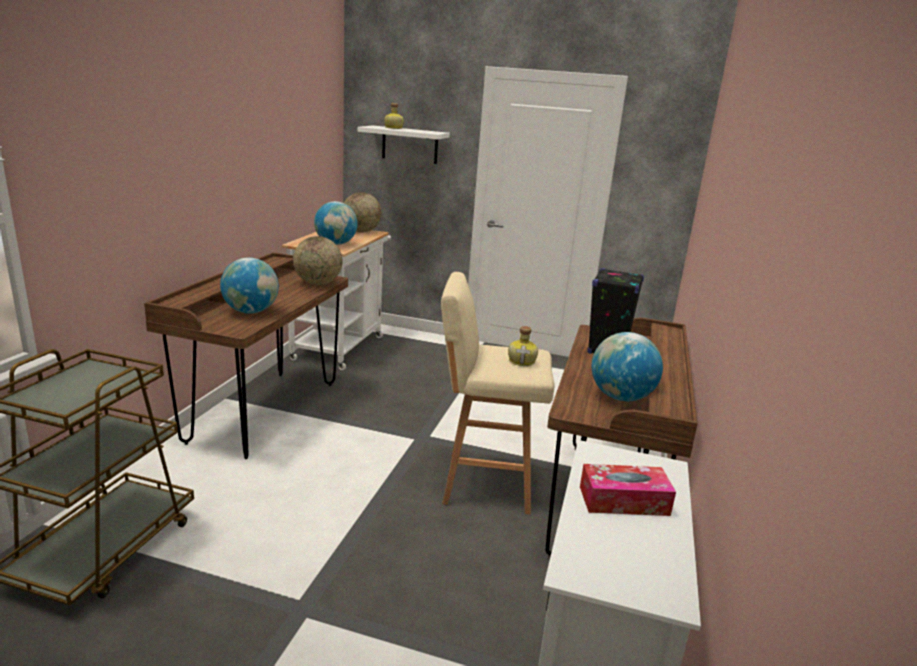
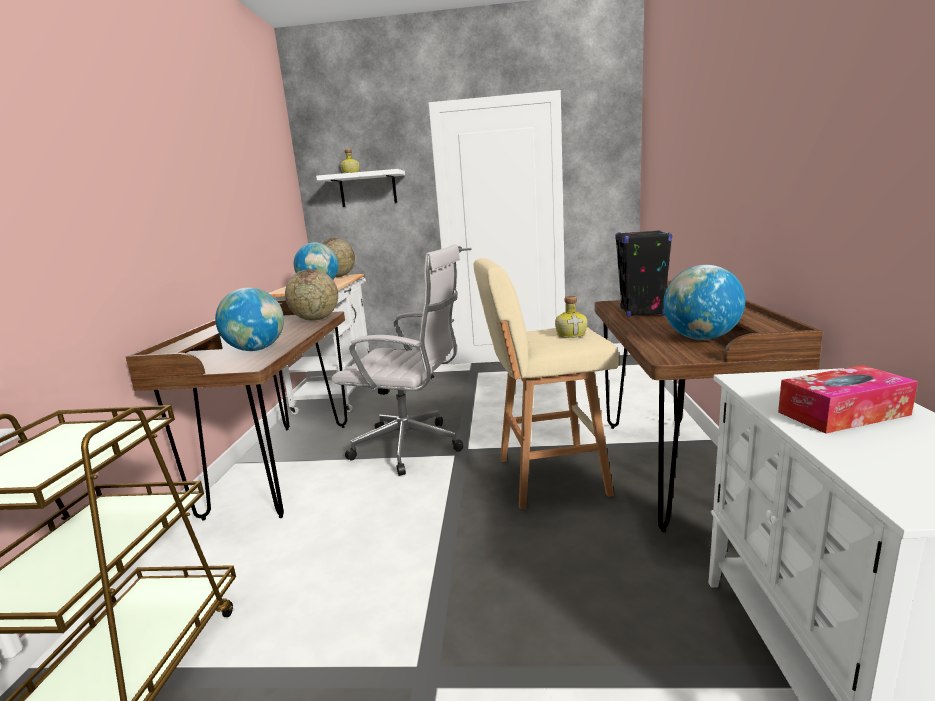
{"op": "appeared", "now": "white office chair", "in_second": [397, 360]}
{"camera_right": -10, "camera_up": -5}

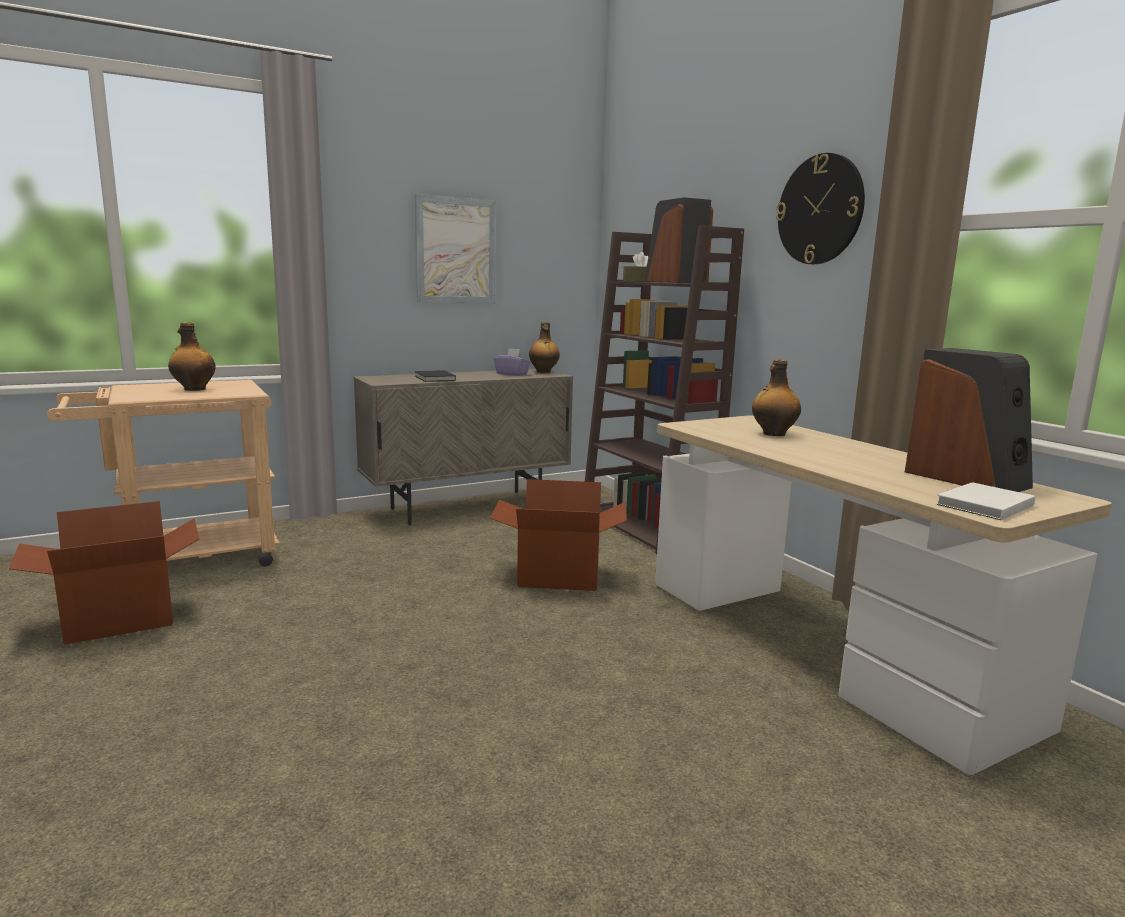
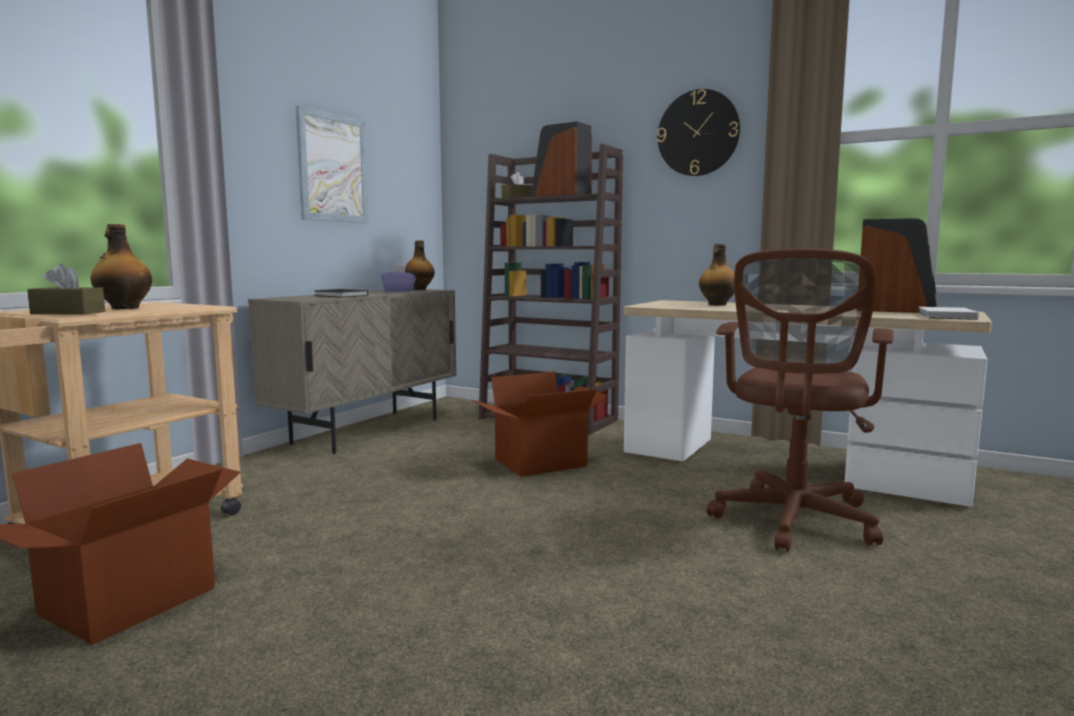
{"op": "appeared", "now": "brown tissue box", "in_second": [66, 289]}
{"op": "appeared", "now": "brown office chair", "in_second": [800, 400]}
{"camera_right": -30, "camera_up": -5}

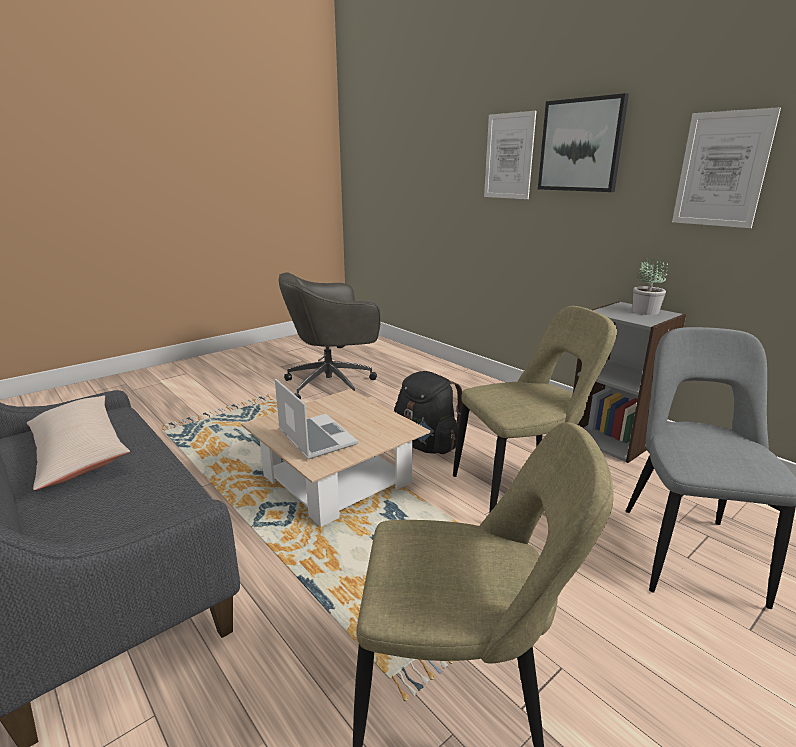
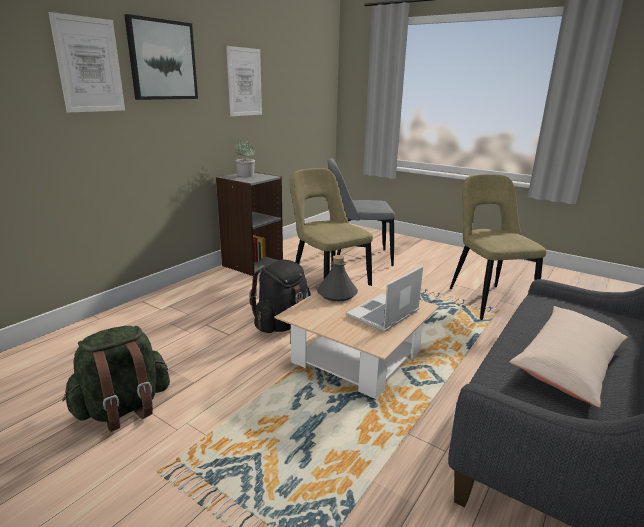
{"op": "exchanged", "was": "grey office chair", "now": "green backpack", "in_first": [329, 336], "in_second": [116, 379]}
{"op": "appeared", "now": "grey bottle", "in_second": [337, 278]}
{"camera_right": -105, "camera_up": 0}

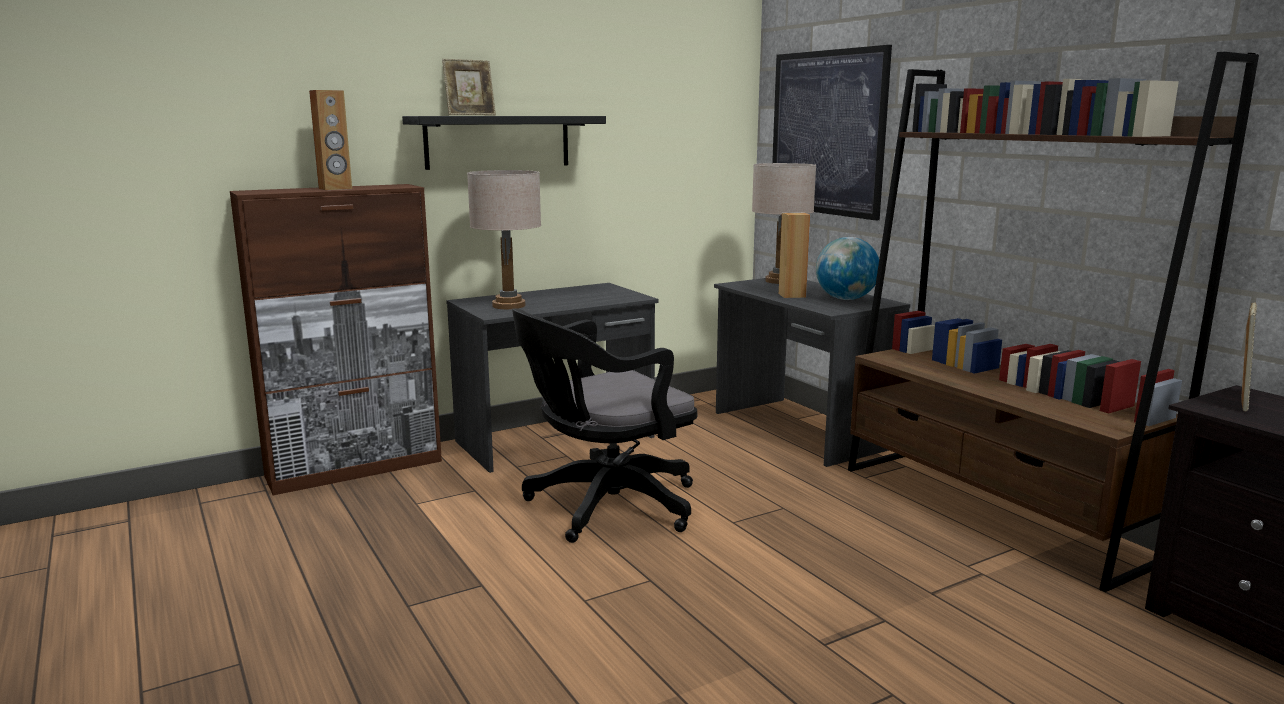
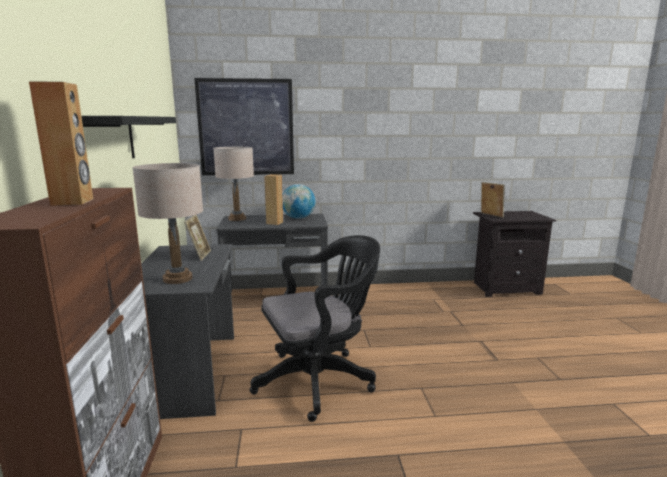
{"op": "relocated", "was": "picture frame", "in_first": [469, 87], "in_second": [197, 238]}
{"op": "spun", "was": "black office chair", "in_first": [604, 425], "in_second": [315, 328], "clockwise": -105}
{"op": "missing", "was": "brown bookcase", "in_first": [1053, 322]}
{"camera_right": -65, "camera_up": 0}

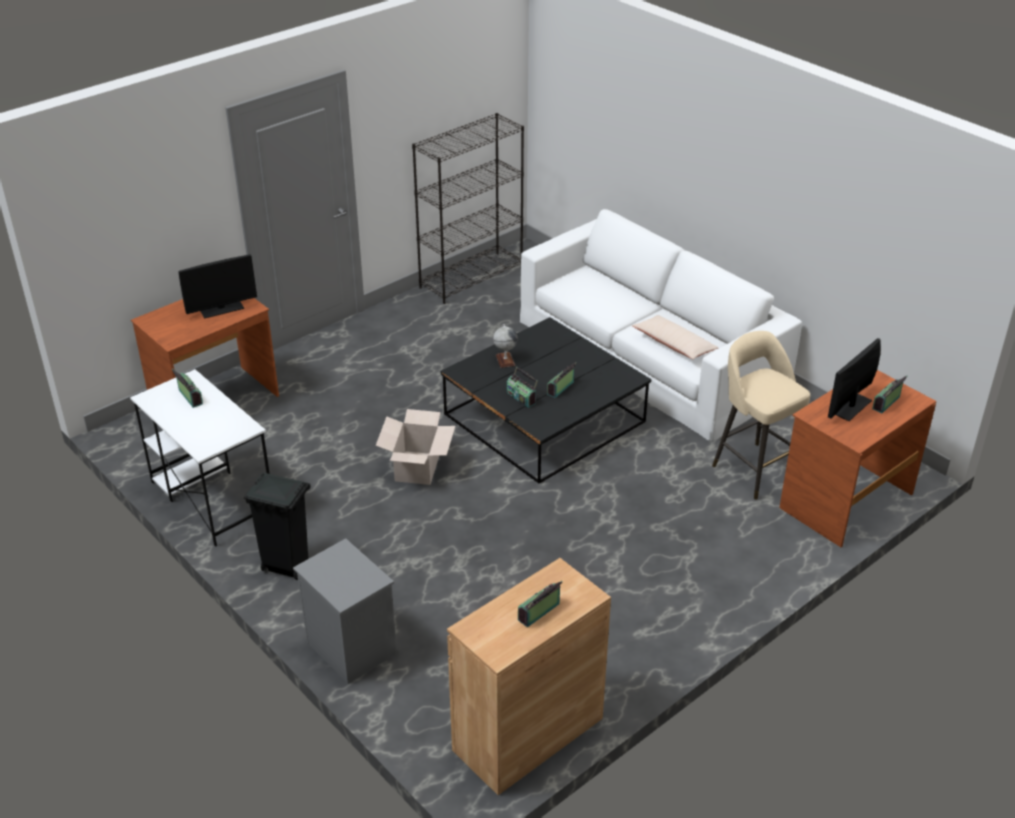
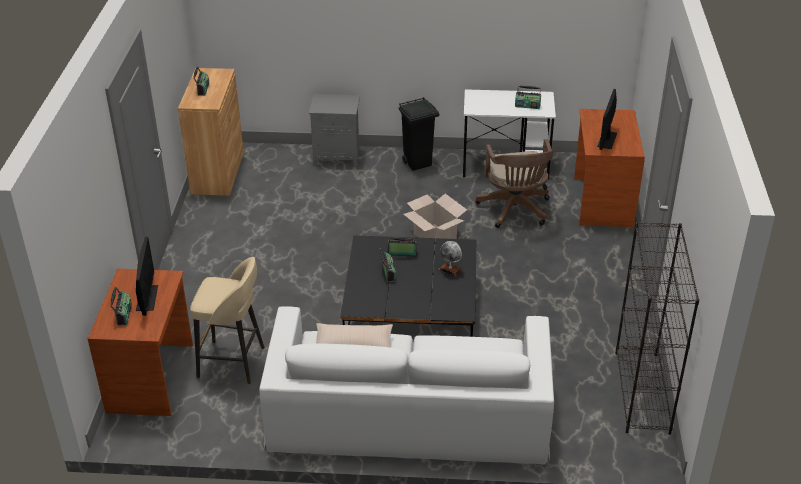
{"op": "appeared", "now": "brown office chair", "in_second": [514, 183]}
{"camera_right": 135, "camera_up": 0}

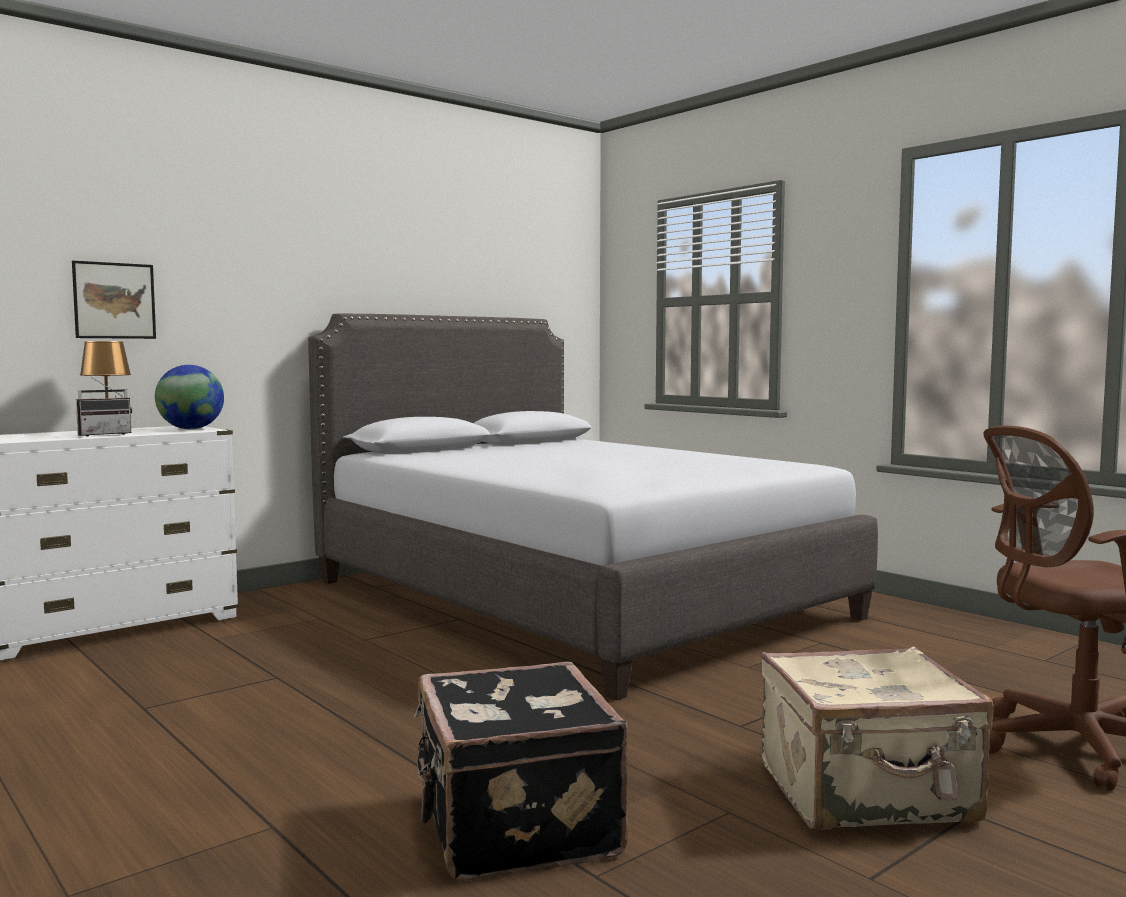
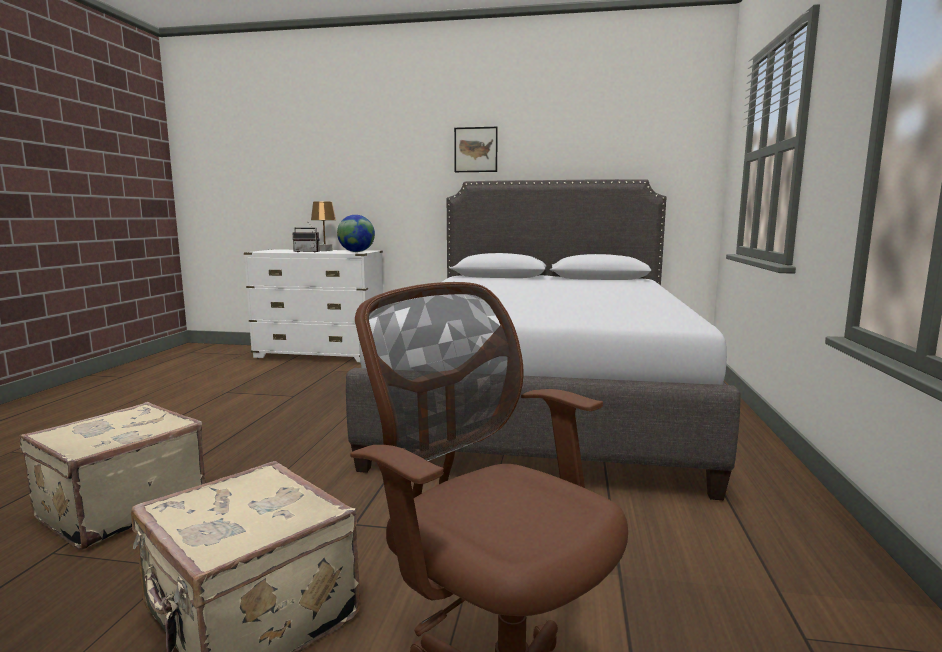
{"op": "relocated", "was": "picture", "in_first": [114, 300], "in_second": [476, 149]}
{"op": "colour", "was": "black suitcase", "now": "beige suitcase", "in_first": [521, 771], "in_second": [112, 476]}
{"camera_right": 50, "camera_up": 5}

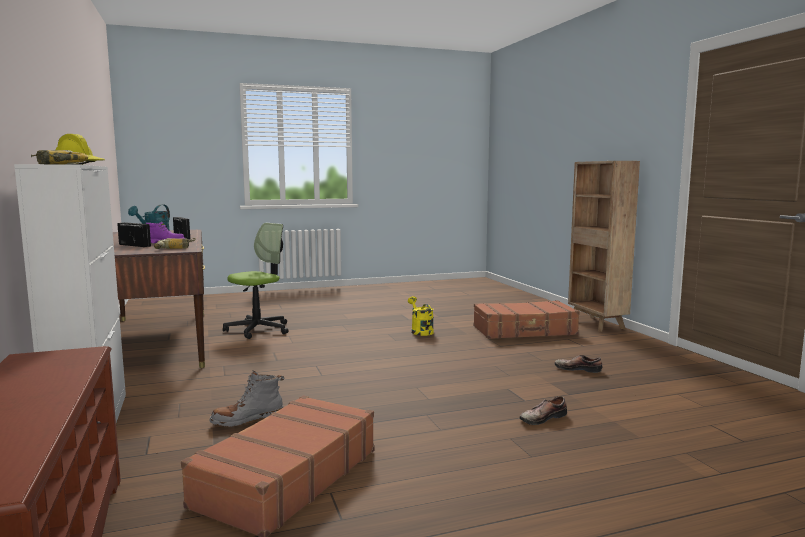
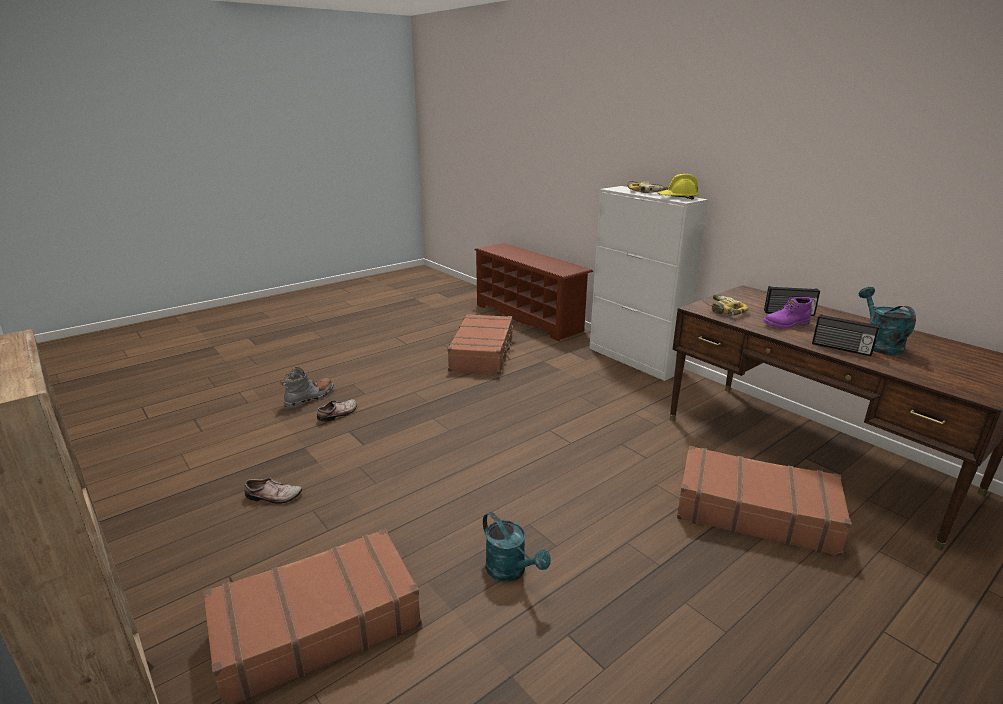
{"op": "relocated", "was": "grey boot", "in_first": [246, 398], "in_second": [307, 387]}
{"op": "exchanged", "was": "office chair", "now": "brown suitcase", "in_first": [255, 281], "in_second": [764, 501]}
{"op": "colour", "was": "yellow watering can", "now": "turquoise watering can", "in_first": [421, 316], "in_second": [517, 547]}
{"camera_right": 160, "camera_up": 15}

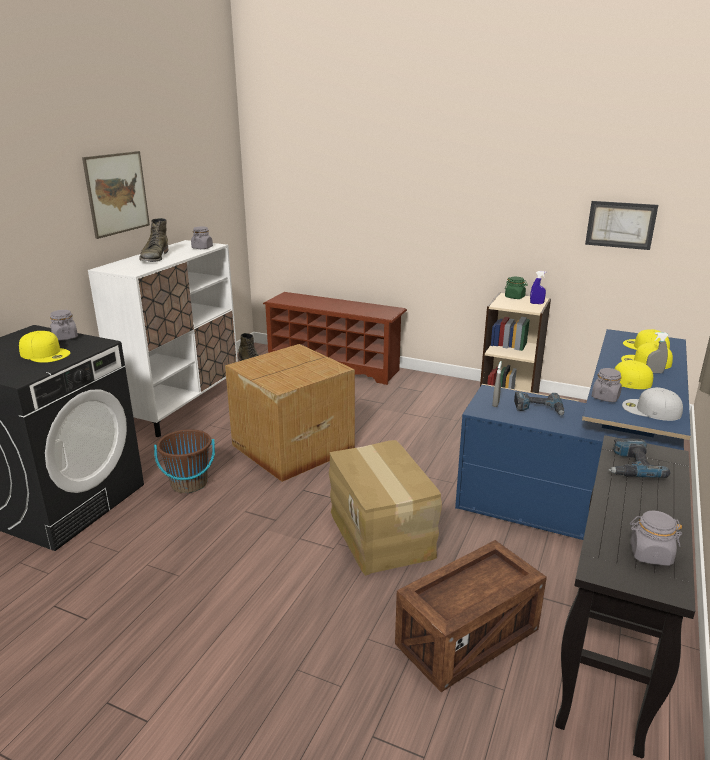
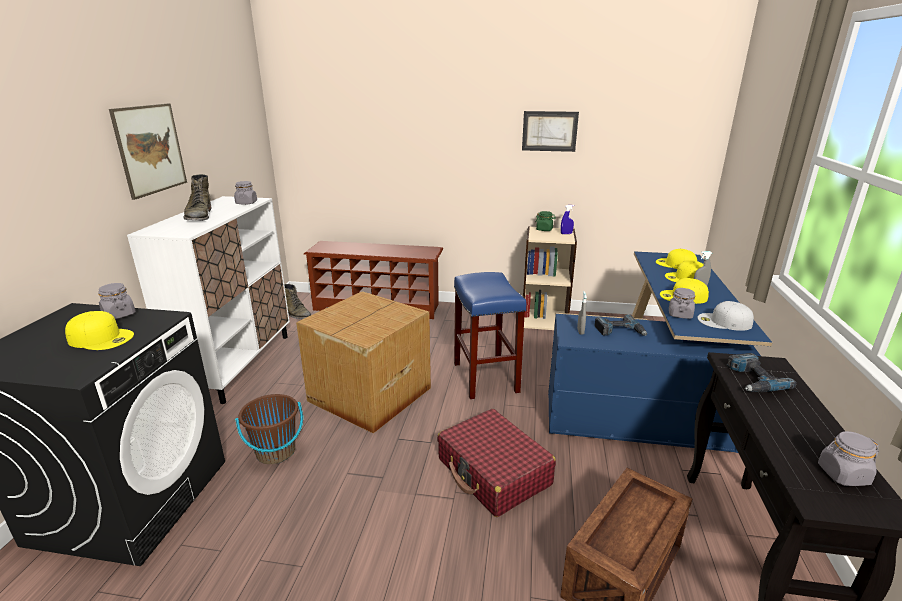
{"op": "exchanged", "was": "cardboard box", "now": "red suitcase", "in_first": [385, 508], "in_second": [496, 463]}
{"op": "relocated", "was": "picture", "in_first": [621, 225], "in_second": [550, 131]}
{"op": "appeared", "now": "blue stool", "in_second": [490, 335]}
{"camera_right": -15, "camera_up": 0}

